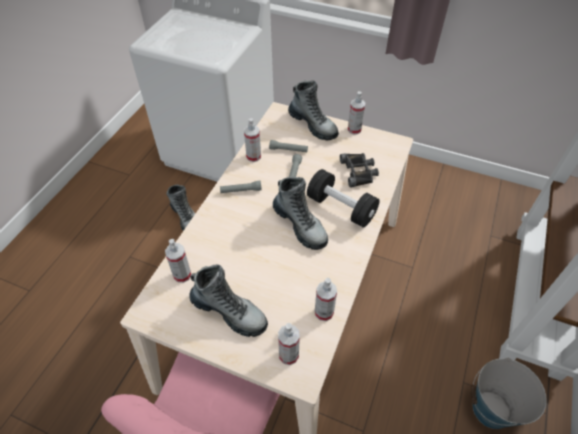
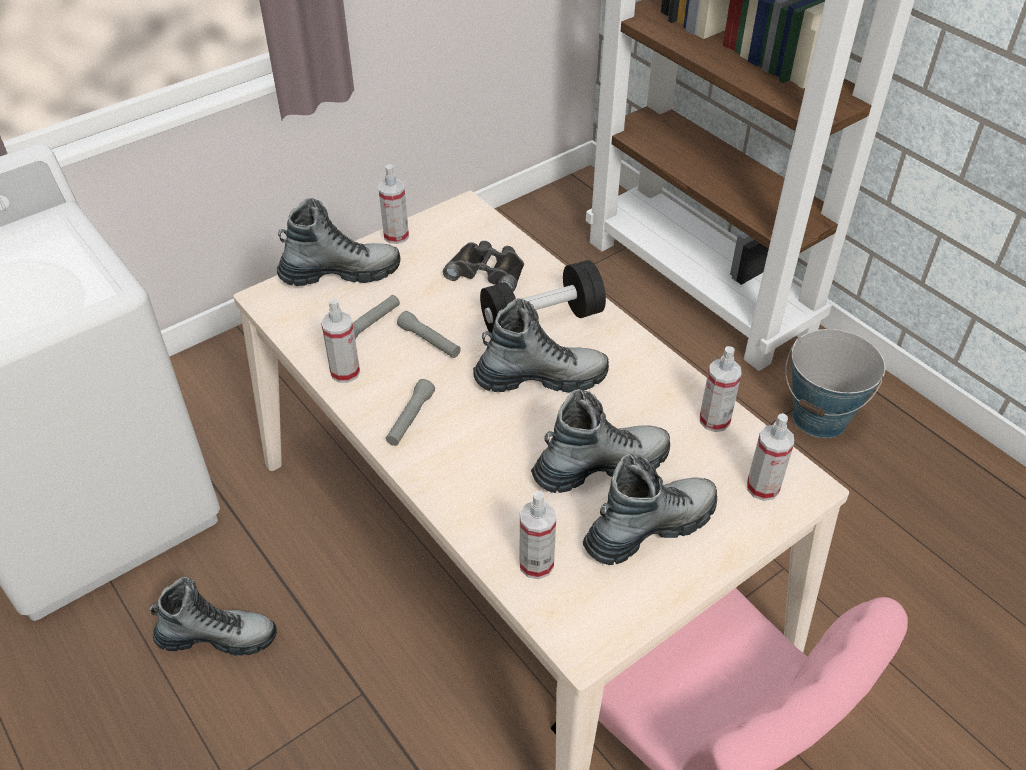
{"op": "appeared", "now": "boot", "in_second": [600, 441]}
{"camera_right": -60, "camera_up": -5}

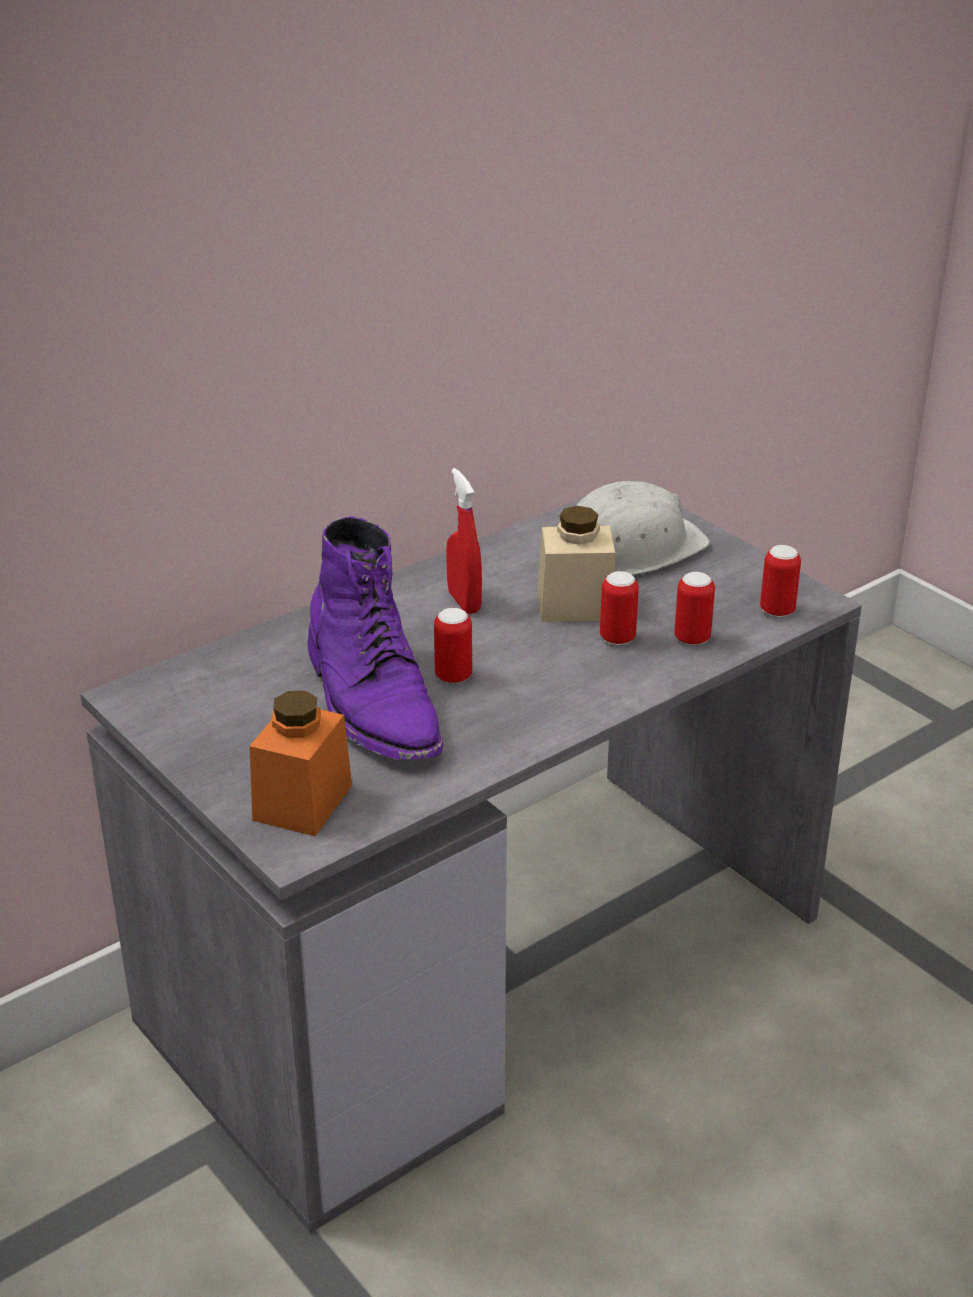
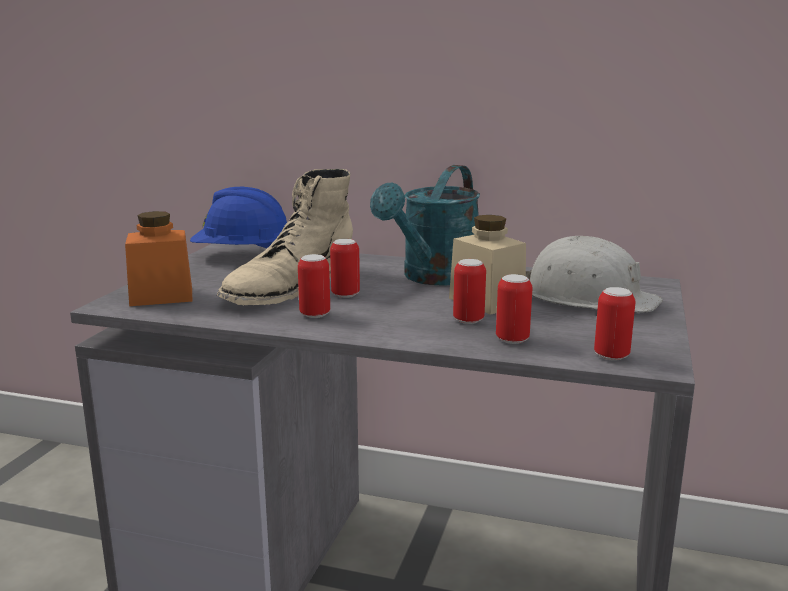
{"op": "colour", "was": "purple boot", "now": "beige boot", "in_first": [375, 638], "in_second": [285, 237]}
{"op": "exchanged", "was": "red spray bottle", "now": "turquoise watering can", "in_first": [464, 541], "in_second": [425, 225]}
{"op": "appeared", "now": "blue hard hat", "in_second": [238, 217]}
{"op": "appeared", "now": "can", "in_second": [314, 286]}
{"camera_right": 55, "camera_up": -15}

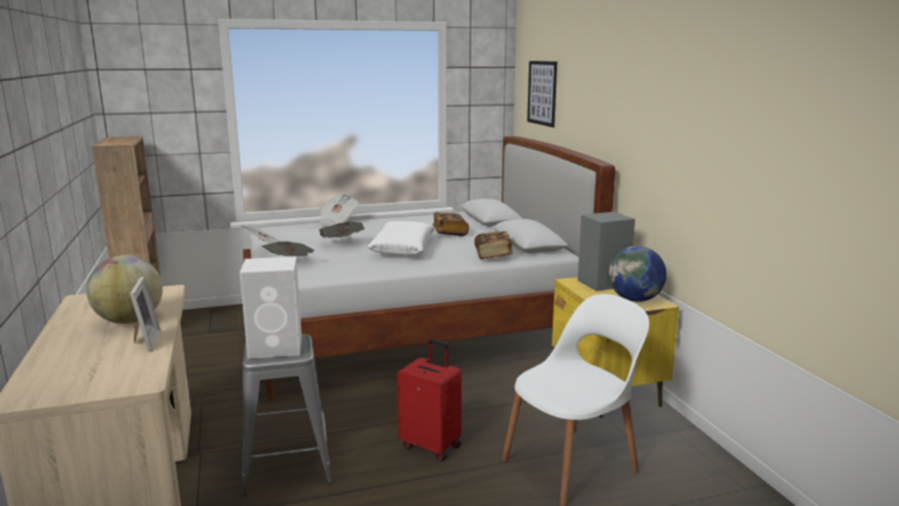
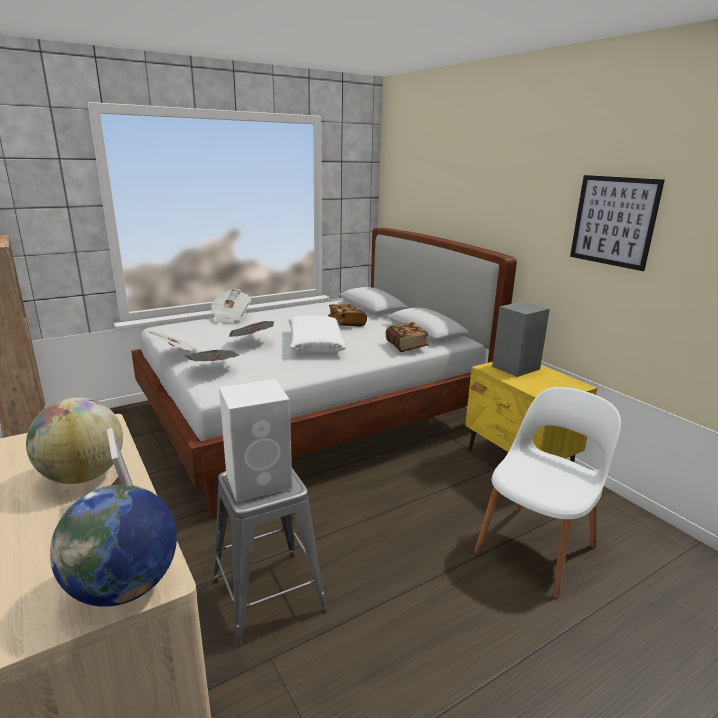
{"op": "missing", "was": "red suitcase", "in_first": [429, 400]}
{"op": "relocated", "was": "picture", "in_first": [542, 94], "in_second": [617, 223]}
{"op": "relocated", "was": "globe", "in_first": [638, 274], "in_second": [113, 545]}
{"camera_right": -15, "camera_up": 5}

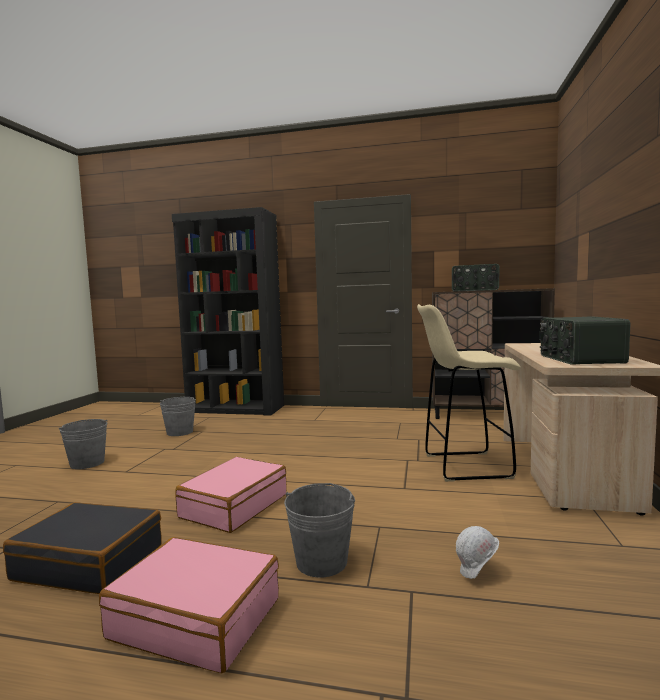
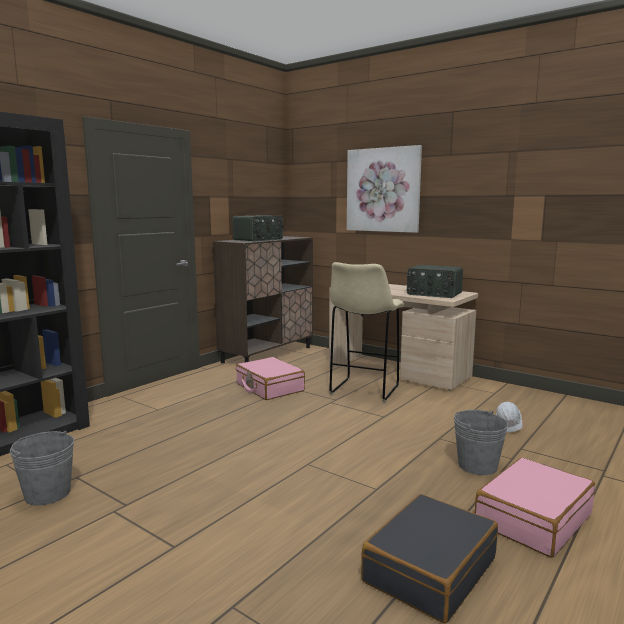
{"op": "missing", "was": "grey bucket", "in_first": [83, 444]}
{"op": "relocated", "was": "pink suitcase", "in_first": [231, 495], "in_second": [270, 378]}
{"op": "appeared", "now": "picture", "in_second": [384, 189]}
{"camera_right": -65, "camera_up": 5}

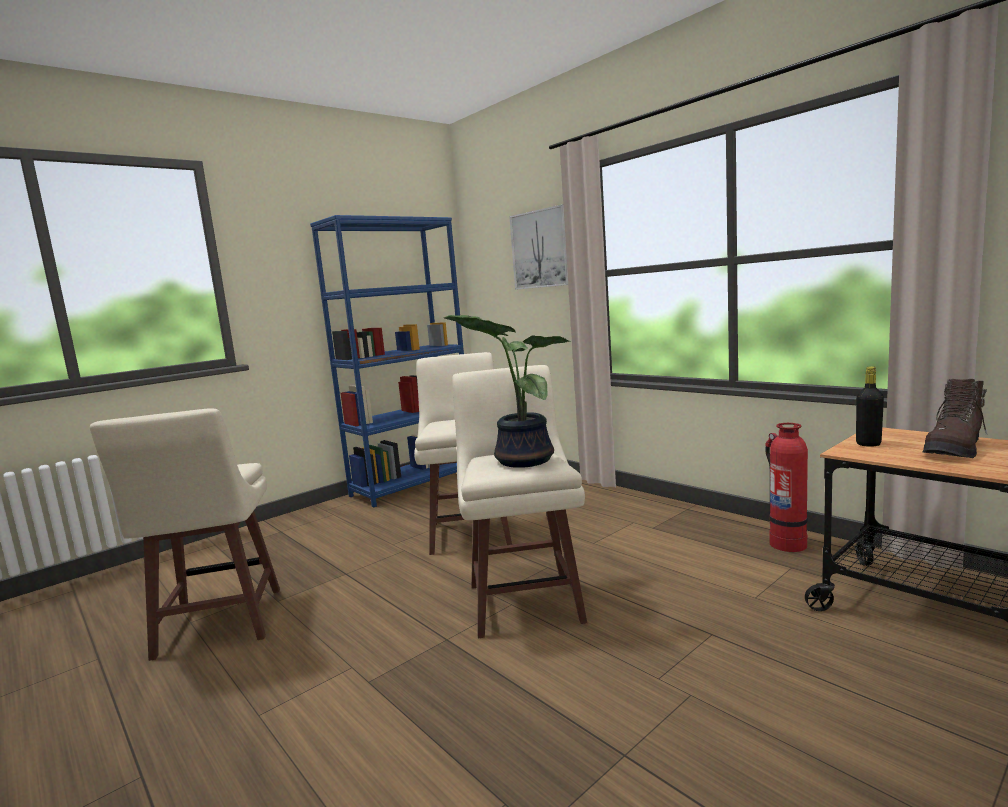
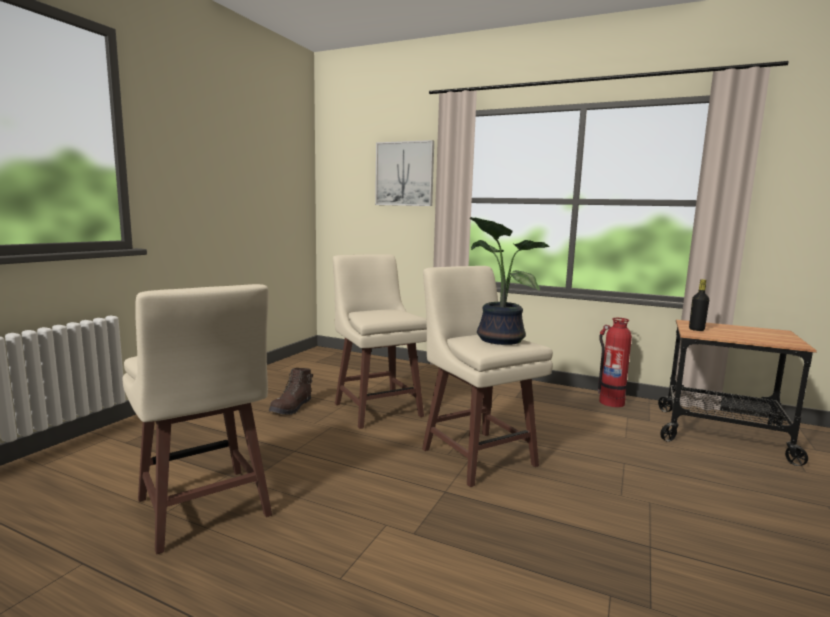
{"op": "missing", "was": "blue bookcase", "in_first": [387, 361]}
{"op": "relocated", "was": "brown boot", "in_first": [955, 418], "in_second": [291, 391]}
{"camera_right": -25, "camera_up": 0}

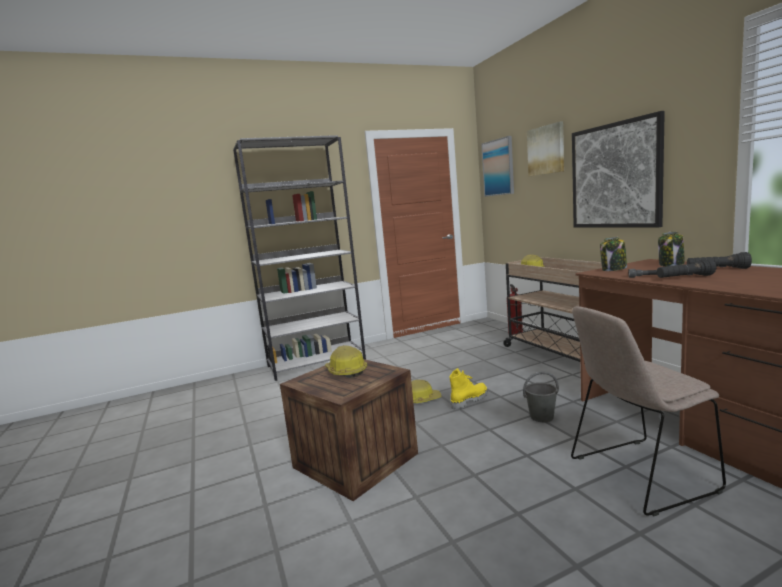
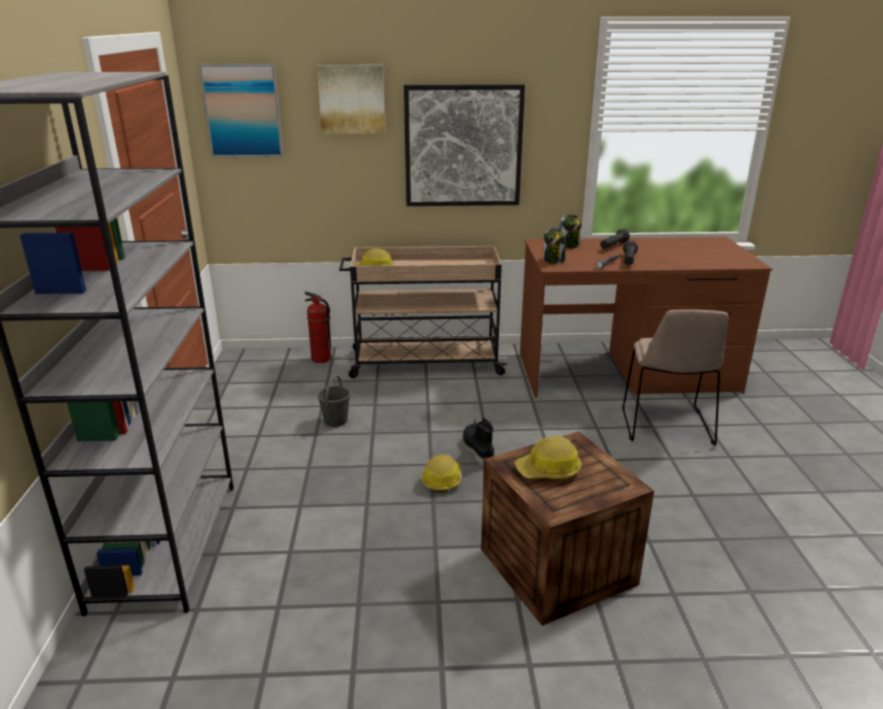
{"op": "colour", "was": "yellow boot", "now": "black boot", "in_first": [468, 389], "in_second": [478, 442]}
{"op": "relocated", "was": "grey bucket", "in_first": [541, 397], "in_second": [333, 401]}
{"camera_right": -70, "camera_up": 15}

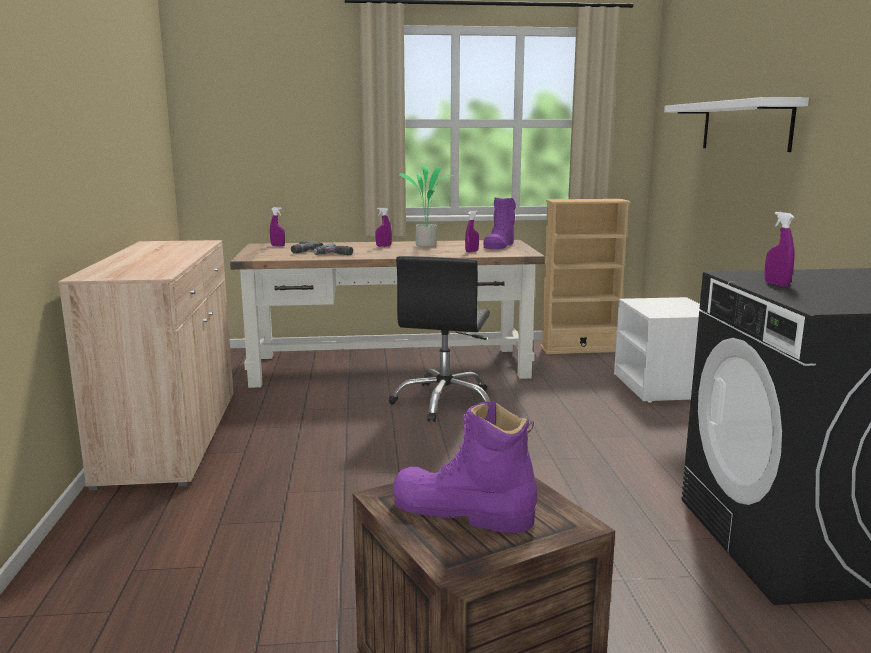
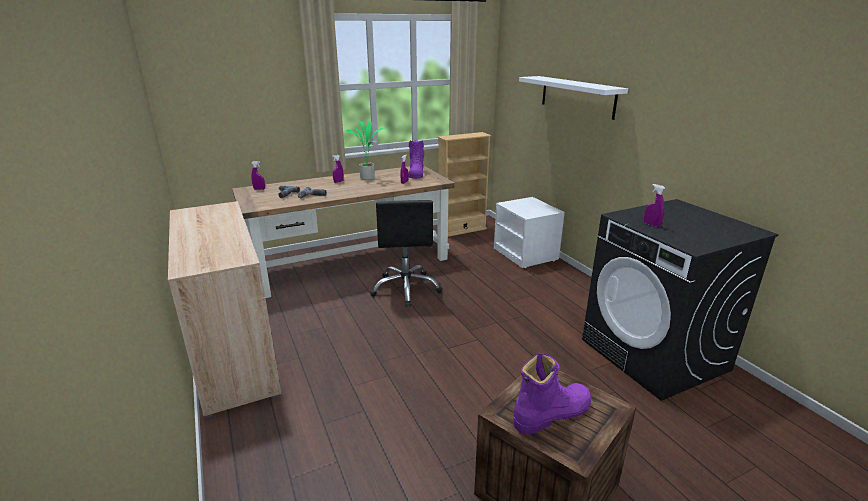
{"op": "spun", "was": "purple boot", "in_first": [465, 467], "in_second": [552, 394], "clockwise": 150}
{"camera_right": -20, "camera_up": 10}

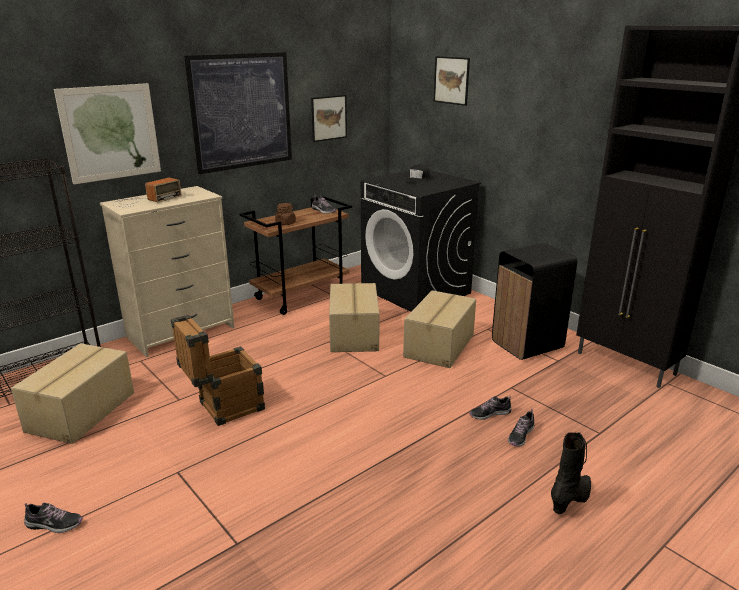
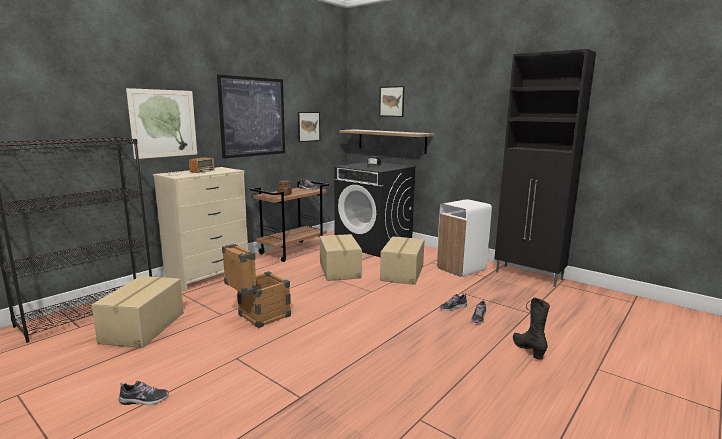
{"op": "colour", "was": "black trash can", "now": "white trash can", "in_first": [534, 301], "in_second": [464, 238]}
{"op": "spun", "was": "black boot", "in_first": [571, 473], "in_second": [531, 328], "clockwise": -45}
{"op": "appeared", "now": "shelf", "in_second": [386, 141]}
{"camera_right": -10, "camera_up": -10}

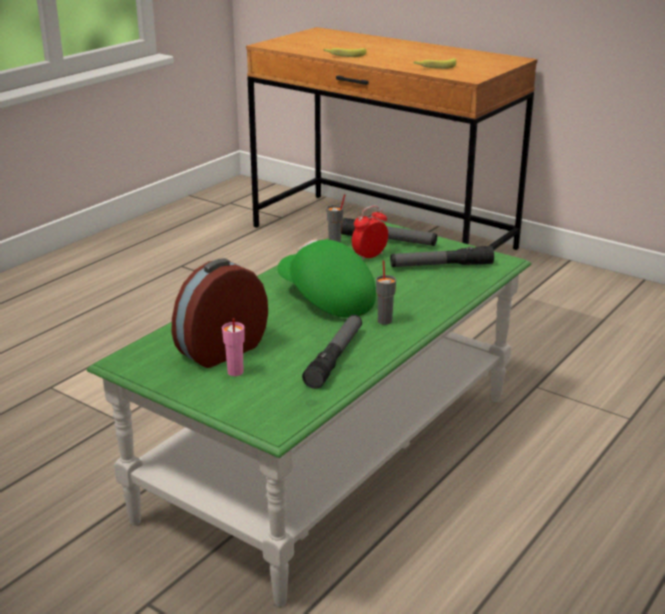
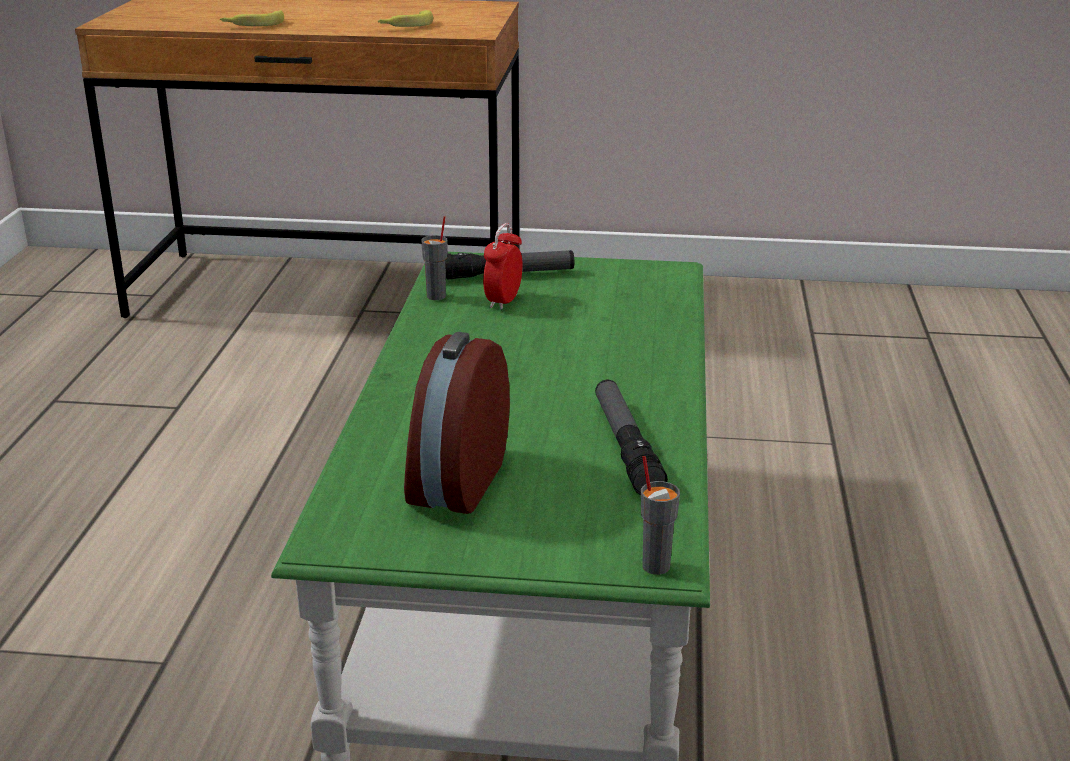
{"op": "missing", "was": "pink cup", "in_first": [233, 347]}
{"op": "missing", "was": "green cap", "in_first": [327, 278]}
{"op": "relocated", "was": "grey cup", "in_first": [386, 292], "in_second": [660, 515]}
{"op": "missing", "was": "flashlight", "in_first": [442, 256]}
{"camera_right": -30, "camera_up": 0}

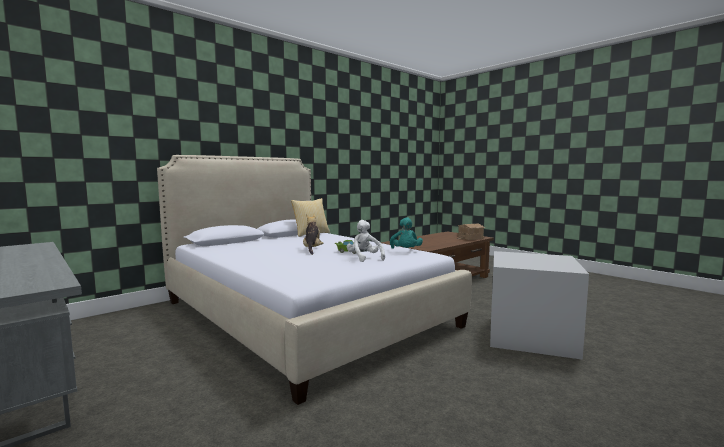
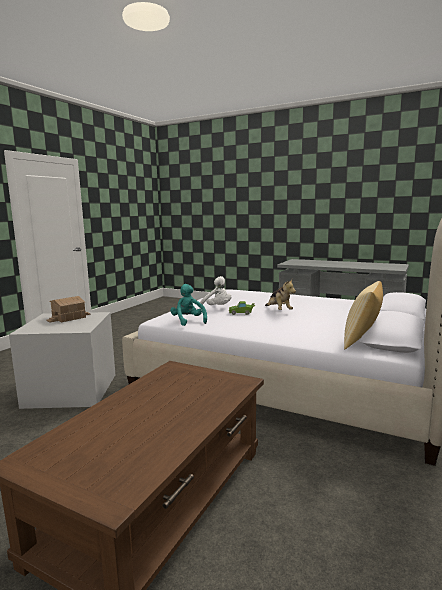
{"op": "relocated", "was": "toy house", "in_first": [471, 231], "in_second": [69, 309]}
{"camera_right": 160, "camera_up": 5}

